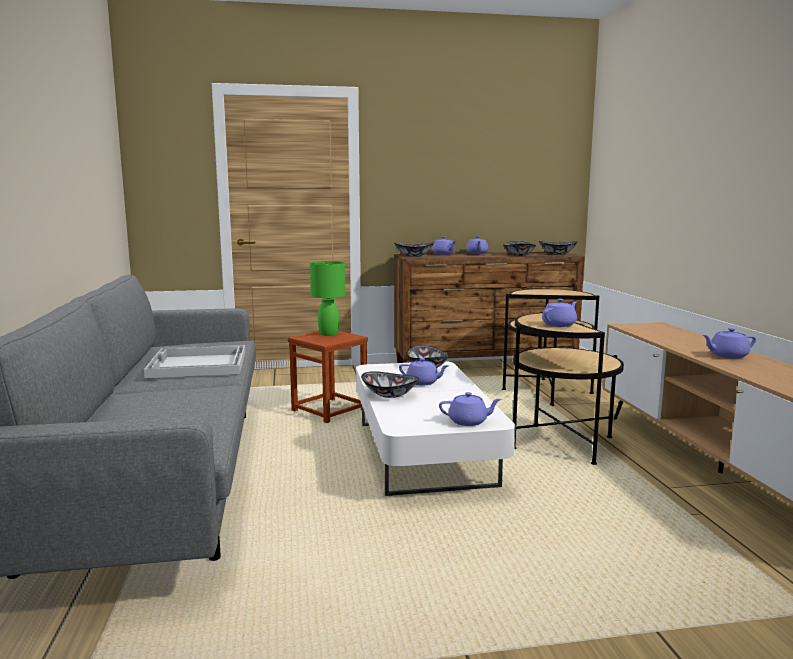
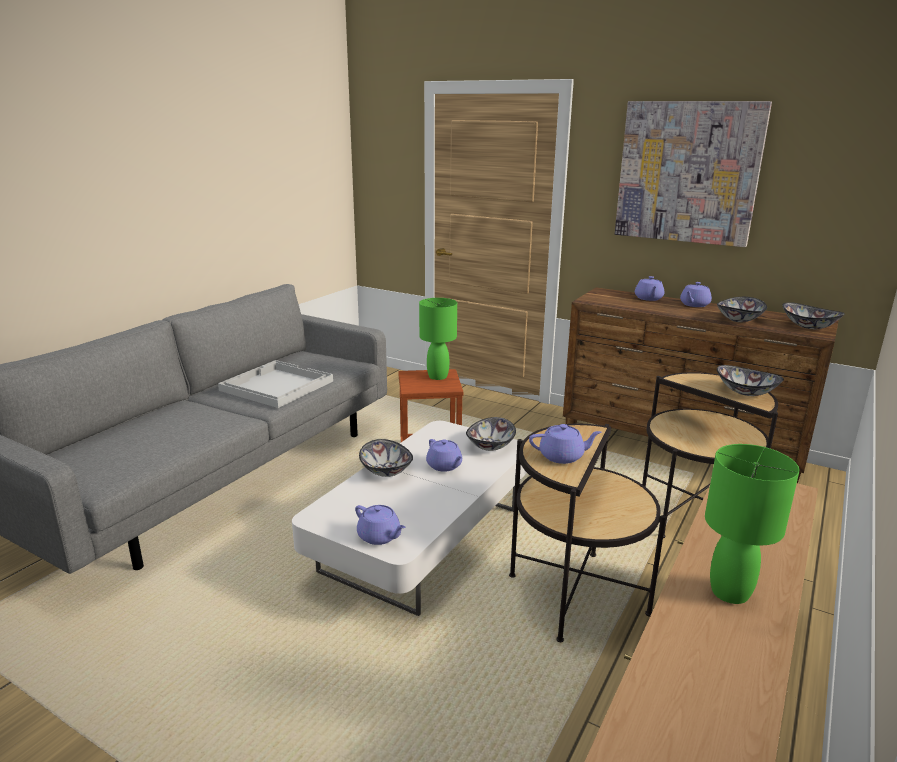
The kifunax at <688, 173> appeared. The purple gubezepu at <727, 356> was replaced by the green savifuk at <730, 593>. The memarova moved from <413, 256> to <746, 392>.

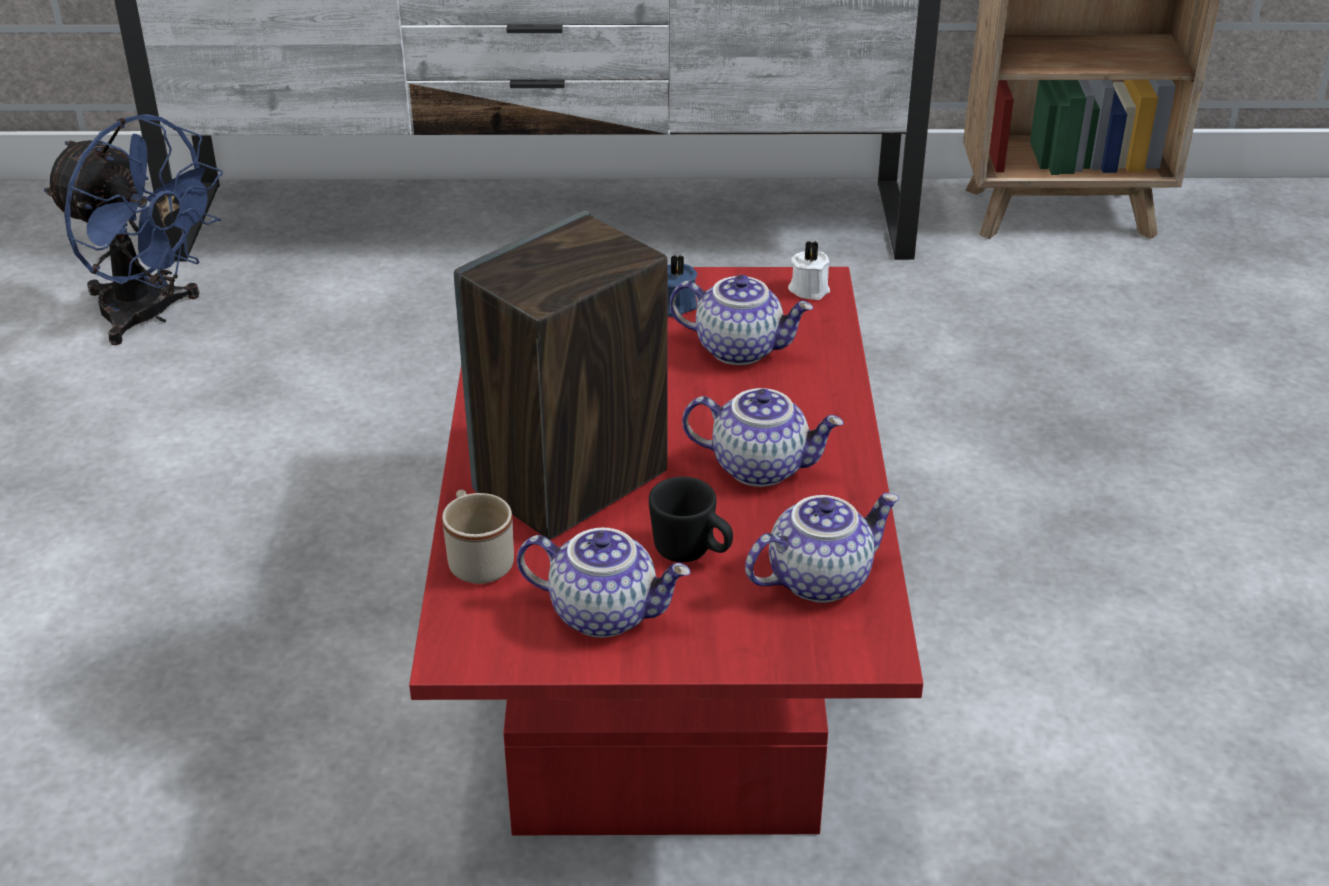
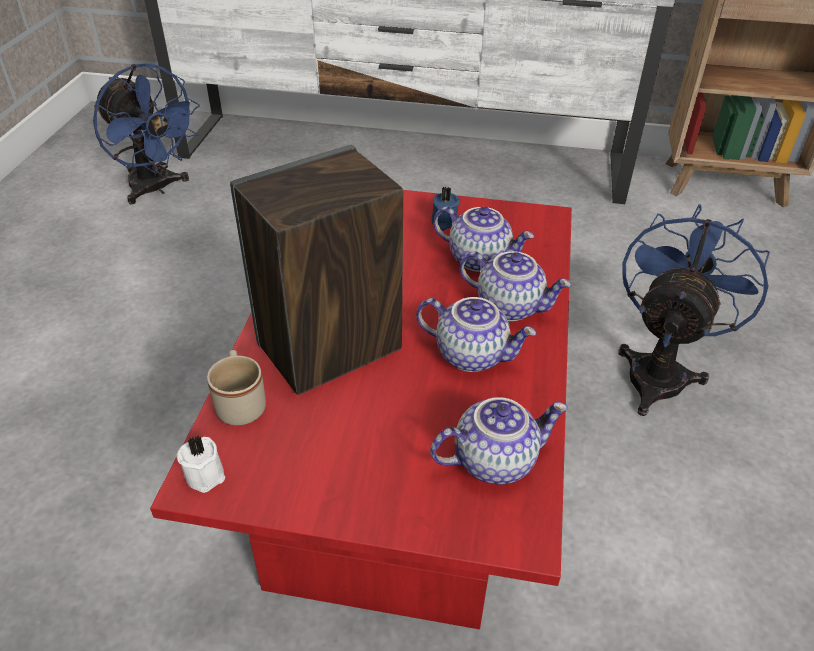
The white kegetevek moved from <809, 289> to <206, 473>. The gubezepu moved from <605, 612> to <510, 306>. The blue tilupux at <660, 371> appeared. The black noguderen at <692, 553> disappeared.

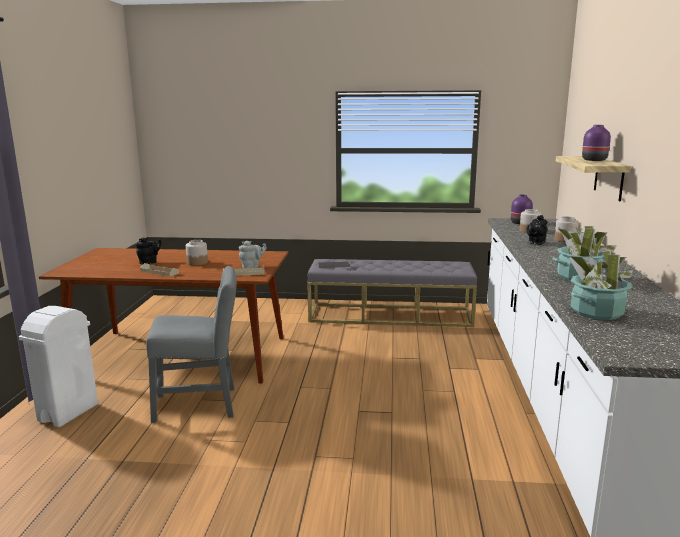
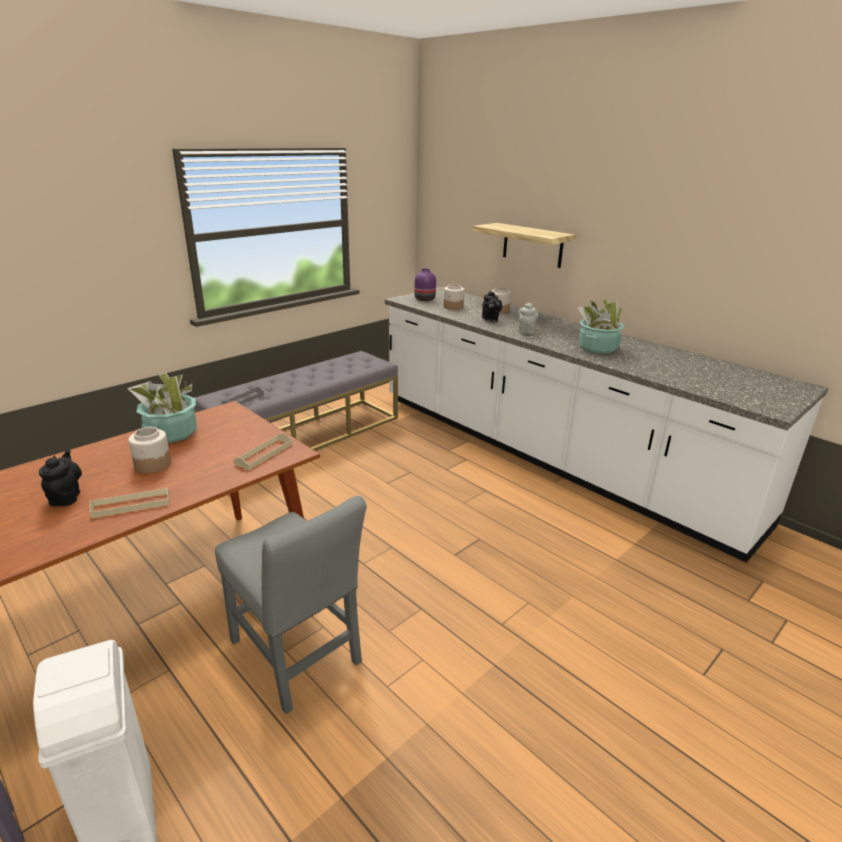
The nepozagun moved from <596, 312> to <171, 433>. The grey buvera at <200, 405> turned 105 degrees clockwise. The grey gubezepu moved from <252, 267> to <526, 331>. The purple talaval at <594, 160> disappeared.

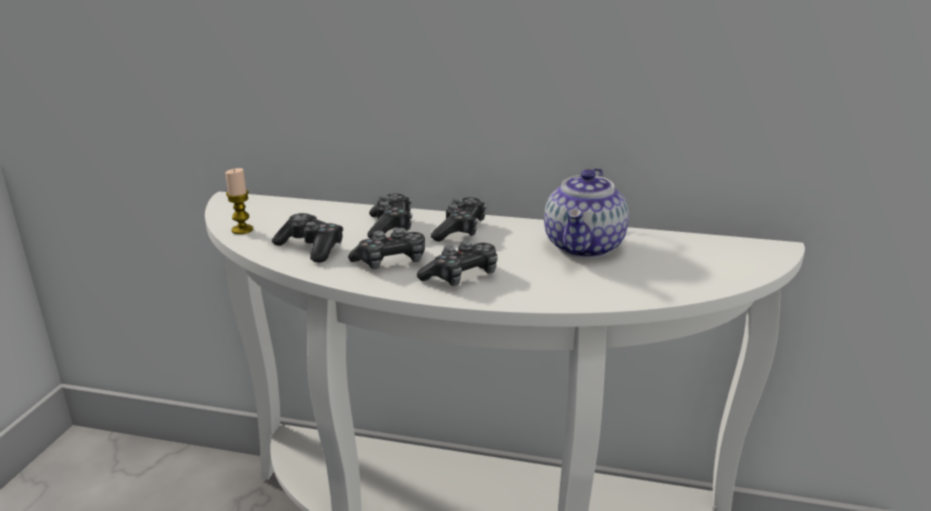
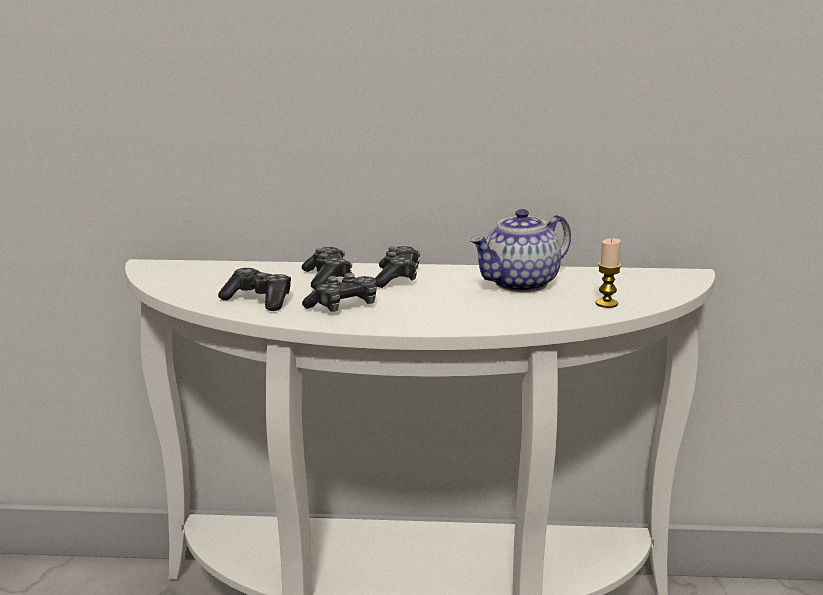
The gubezepu at <585, 247> turned 45 degrees clockwise. The kegetevek moved from <242, 230> to <606, 304>. The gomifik at <461, 276> disappeared.

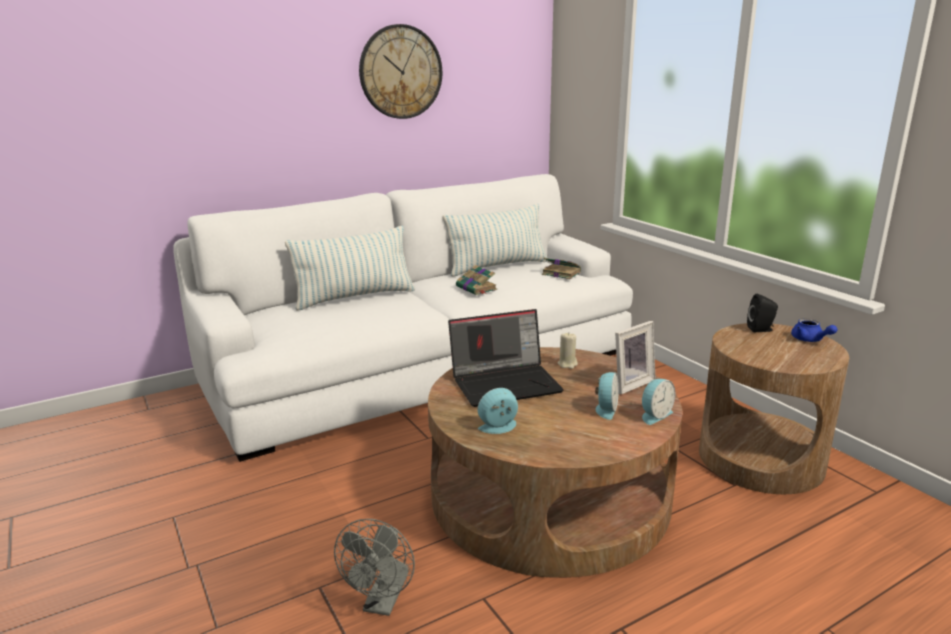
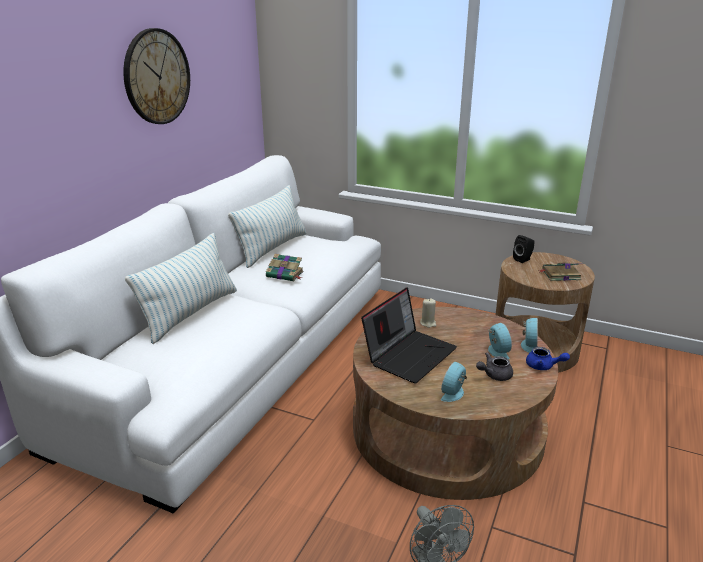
The grey gubezepu at <494, 375> appeared. The blue gubezepu moved from <810, 340> to <543, 366>. The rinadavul moved from <560, 273> to <560, 275>. The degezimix at <629, 383> disappeared.

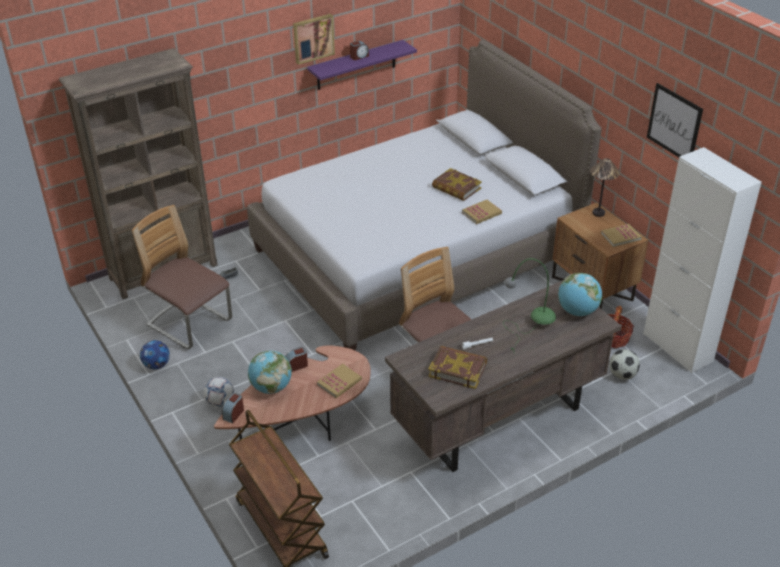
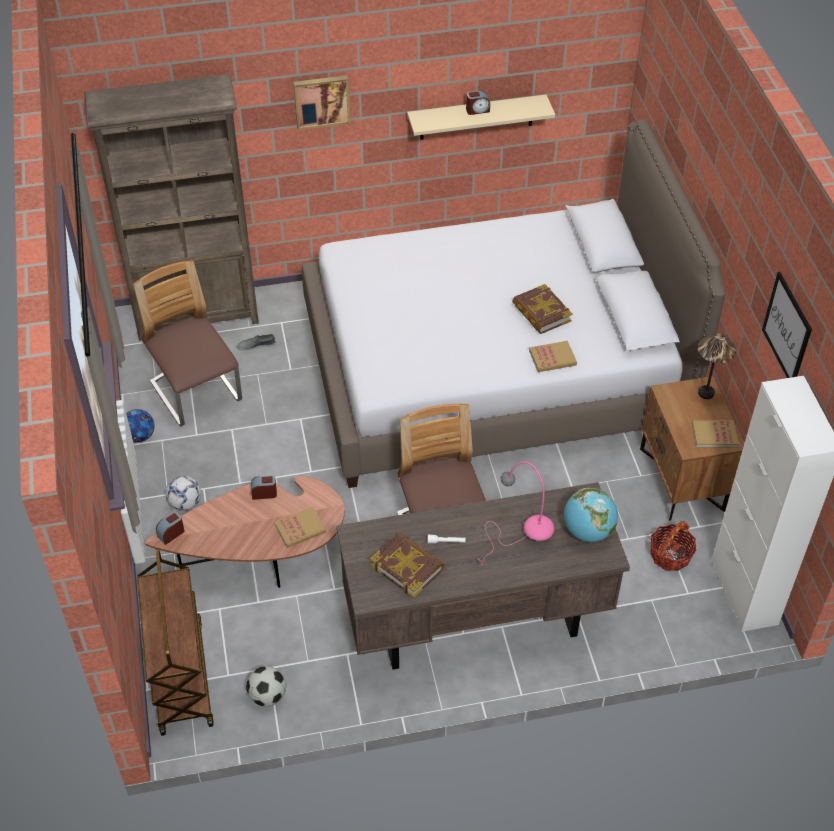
The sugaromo moved from <622, 375> to <267, 696>. The kifunax moved from <313, 38> to <321, 101>. The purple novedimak at <356, 65> became the beige novedimak at <476, 117>. The green savifuk at <528, 325> became the pink savifuk at <519, 533>. The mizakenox at <271, 387> disappeared.

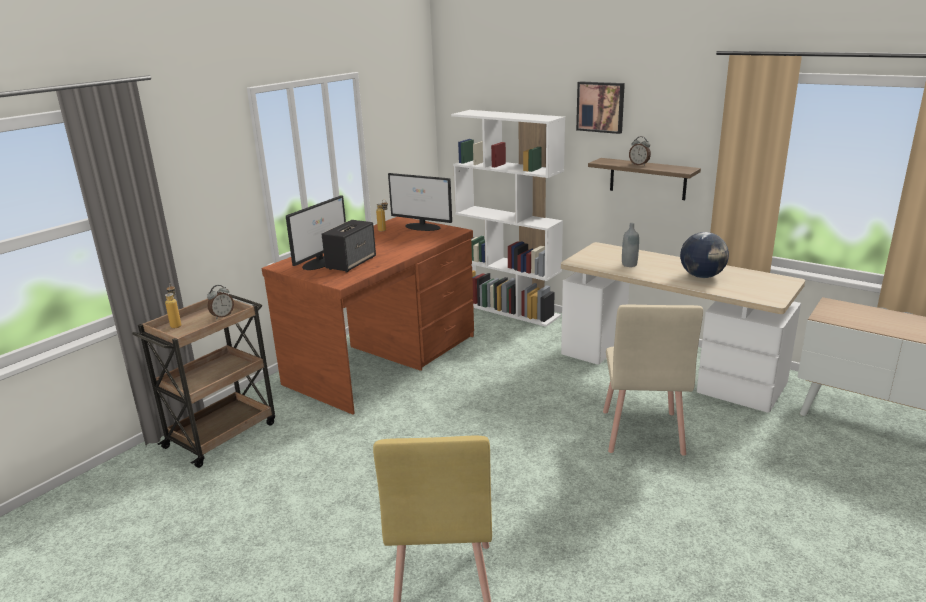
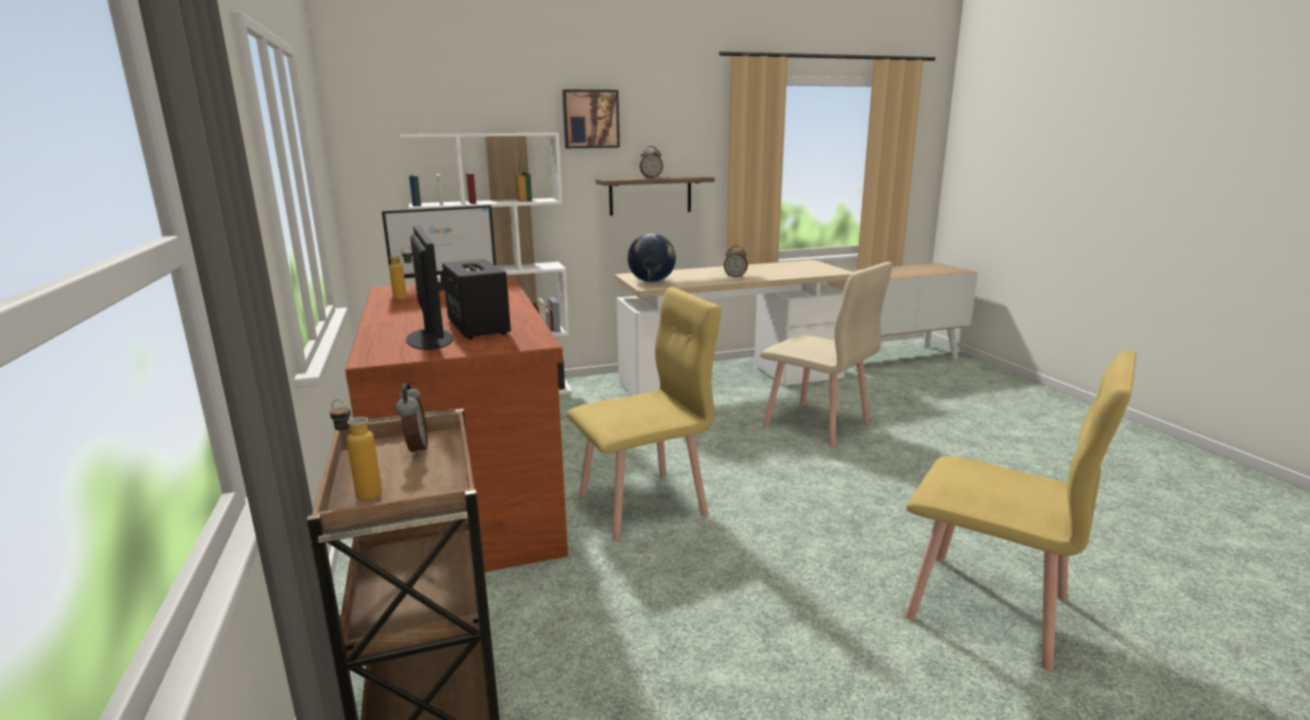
The yellow buvera at <643, 504> appeared. The mizakenox moved from <702, 276> to <651, 281>. The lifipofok at <735, 276> appeared. The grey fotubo at <629, 264> disappeared.

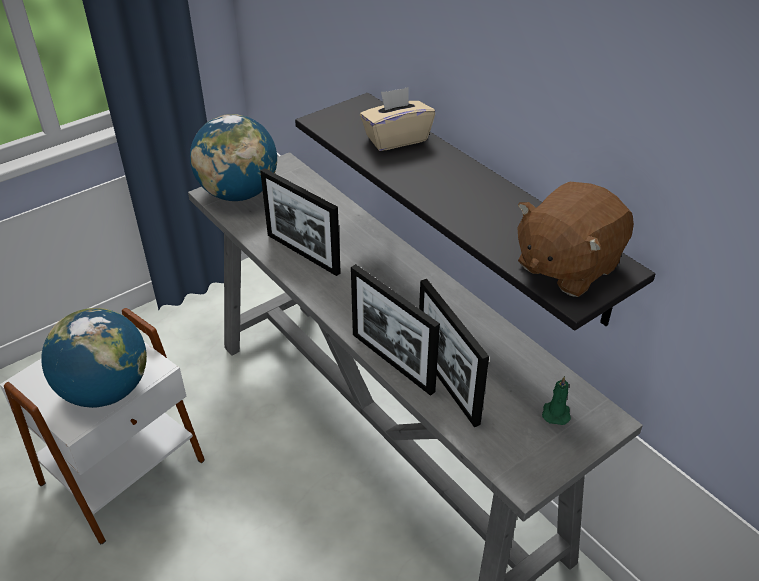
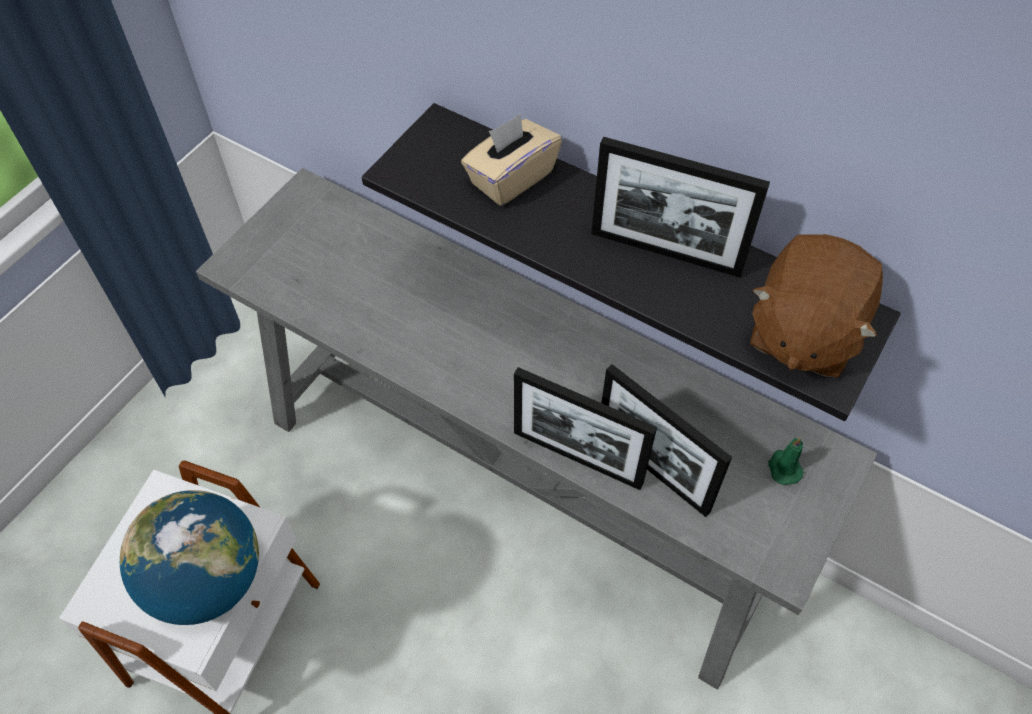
The degezimix moved from <303, 254> to <666, 252>. The mizakenox at <239, 193> disappeared.

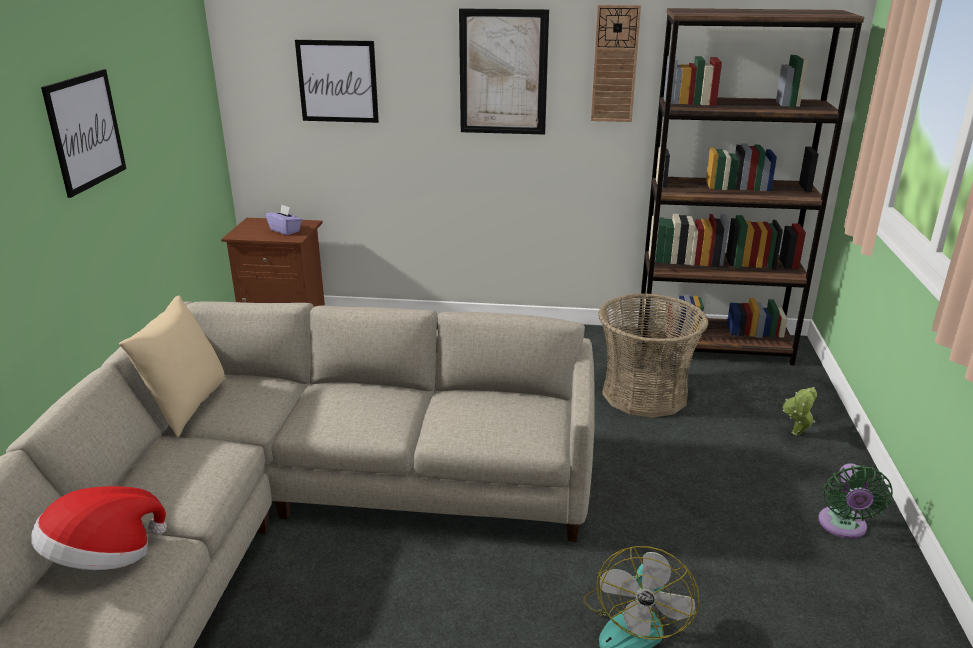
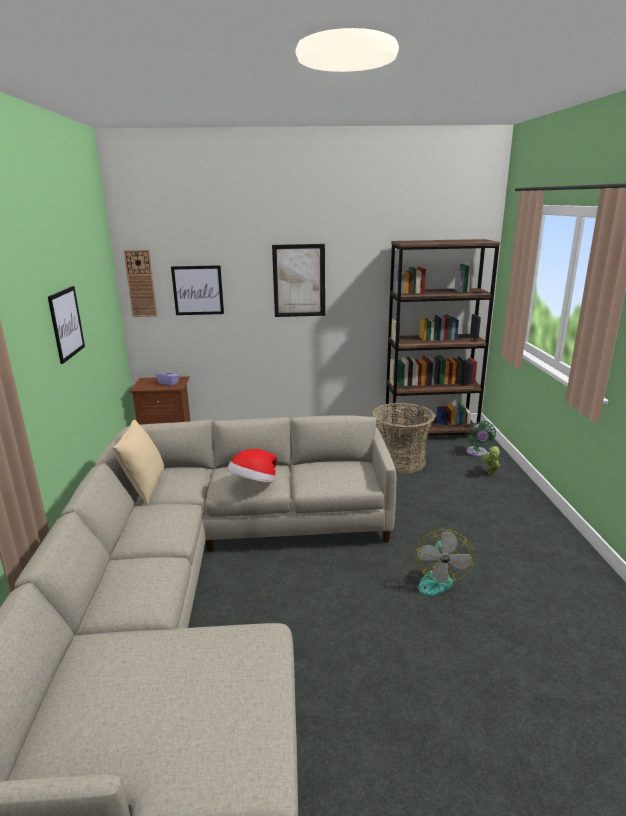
The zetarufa moved from <615, 64> to <141, 283>. The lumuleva moved from <104, 558> to <254, 484>. The green tilupux moved from <843, 527> to <477, 453>.

